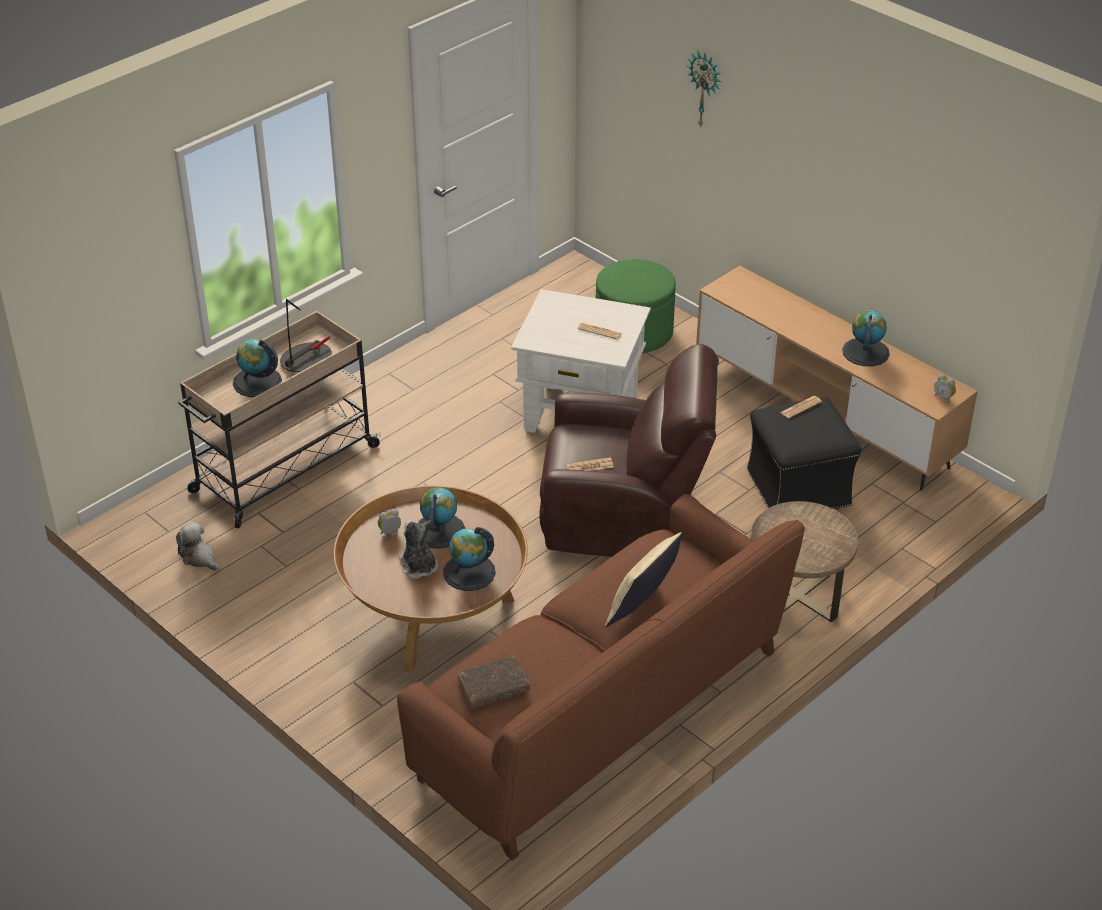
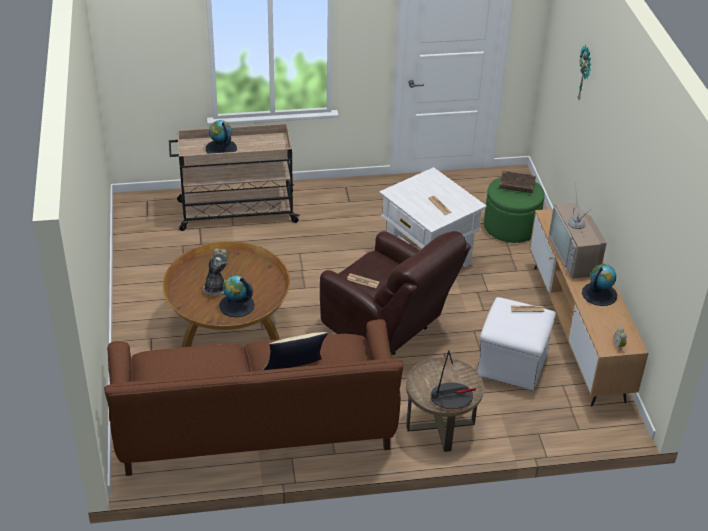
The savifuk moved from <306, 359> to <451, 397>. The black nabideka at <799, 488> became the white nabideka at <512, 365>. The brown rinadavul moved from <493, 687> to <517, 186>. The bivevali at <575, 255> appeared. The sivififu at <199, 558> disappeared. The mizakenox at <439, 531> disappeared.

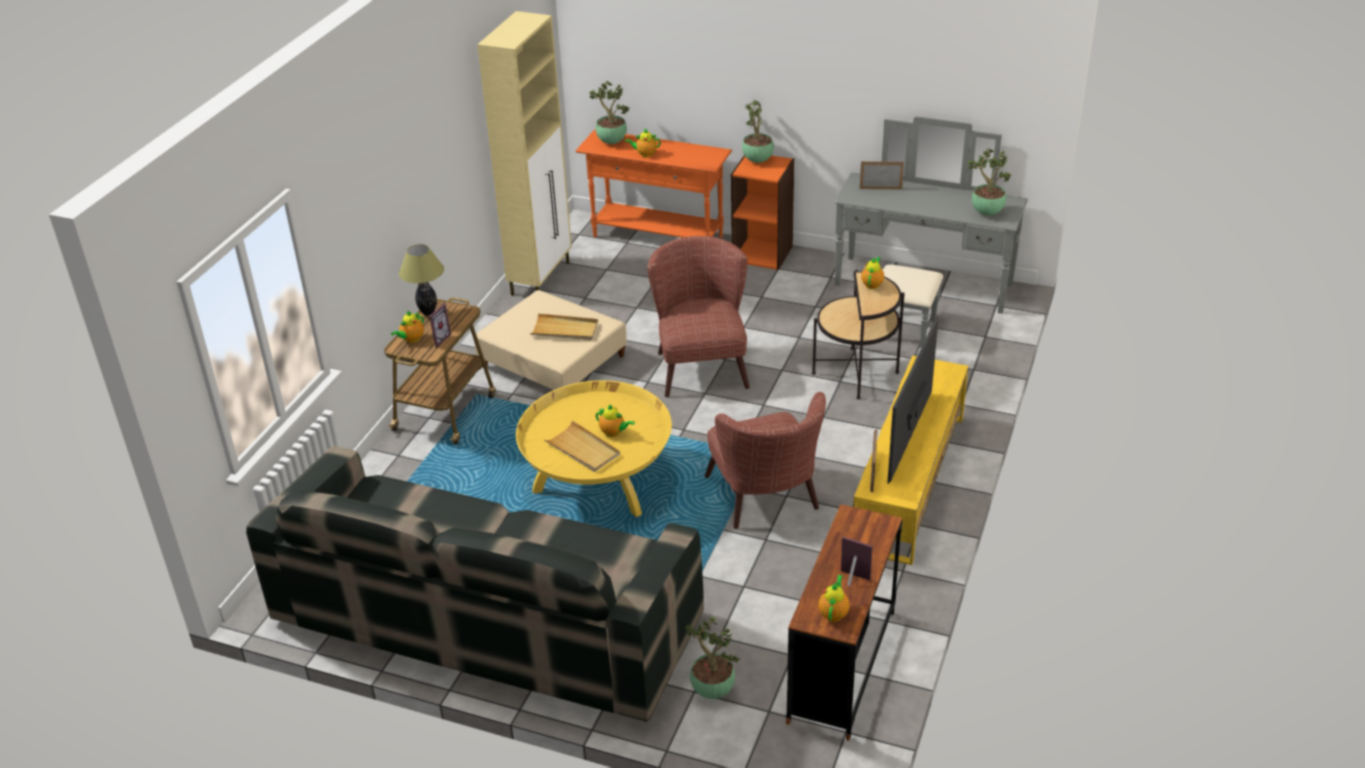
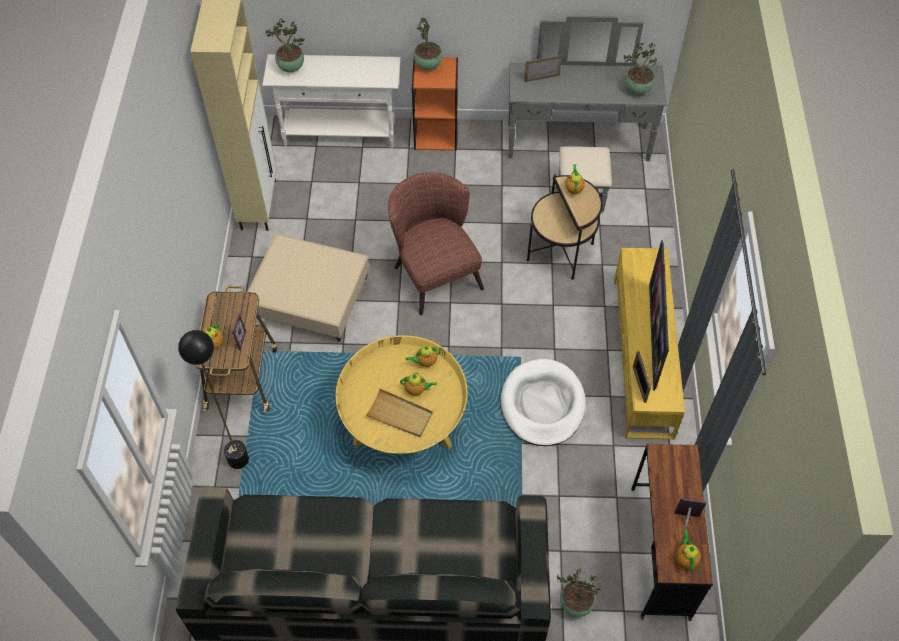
The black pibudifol at <238, 459> appeared. The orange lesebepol at <658, 237> became the white lesebepol at <340, 134>. The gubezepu moved from <645, 154> to <425, 362>. The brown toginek at <766, 501> was replaced by the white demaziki at <542, 405>. The savifuk at <428, 312> disappeared. The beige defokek at <565, 330> disappeared.

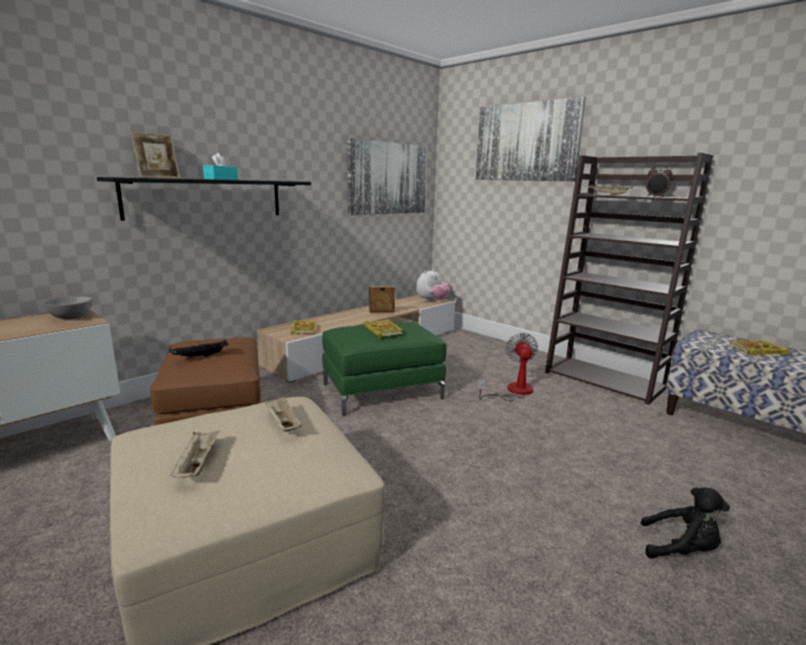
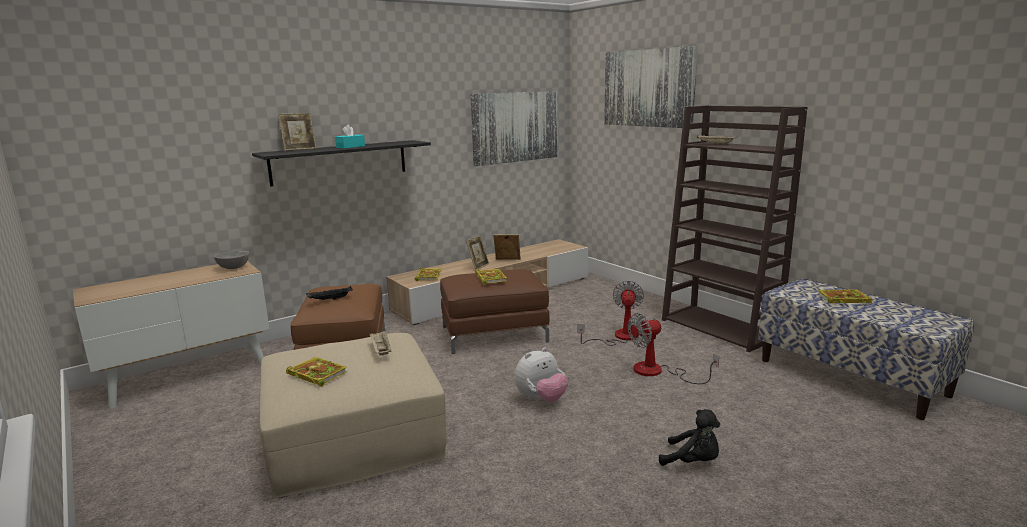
The beige defokek at <197, 464> was replaced by the rinadavul at <316, 374>. The green nabideka at <382, 391> became the brown nabideka at <494, 334>. The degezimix at <478, 266> appeared. The sivififu moved from <431, 301> to <541, 399>. The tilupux at <658, 372> appeared. The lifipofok at <655, 196> disappeared.

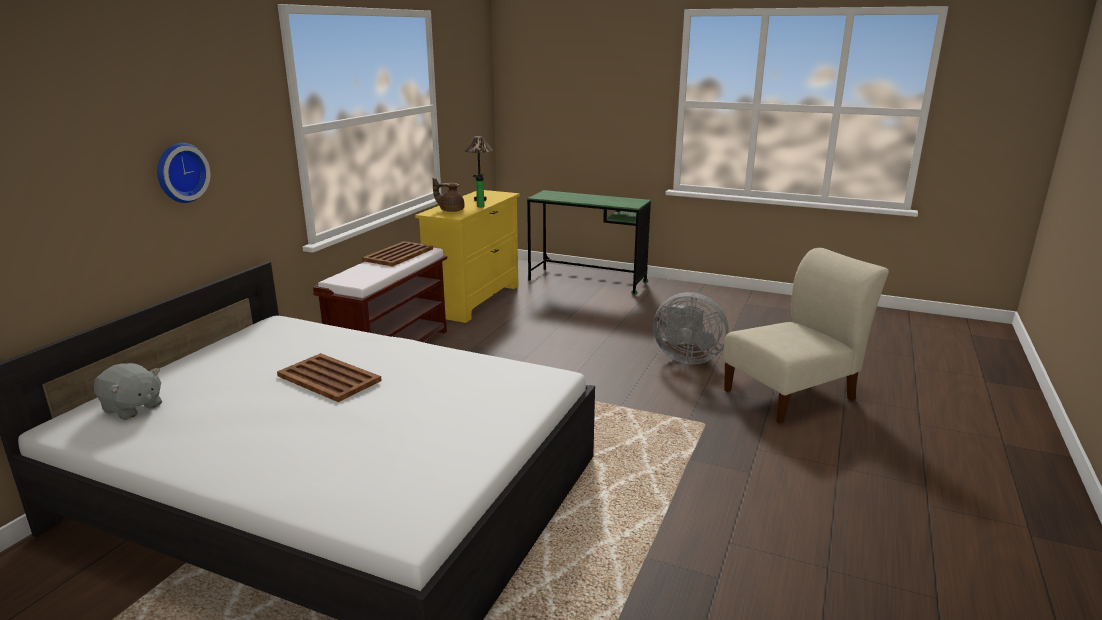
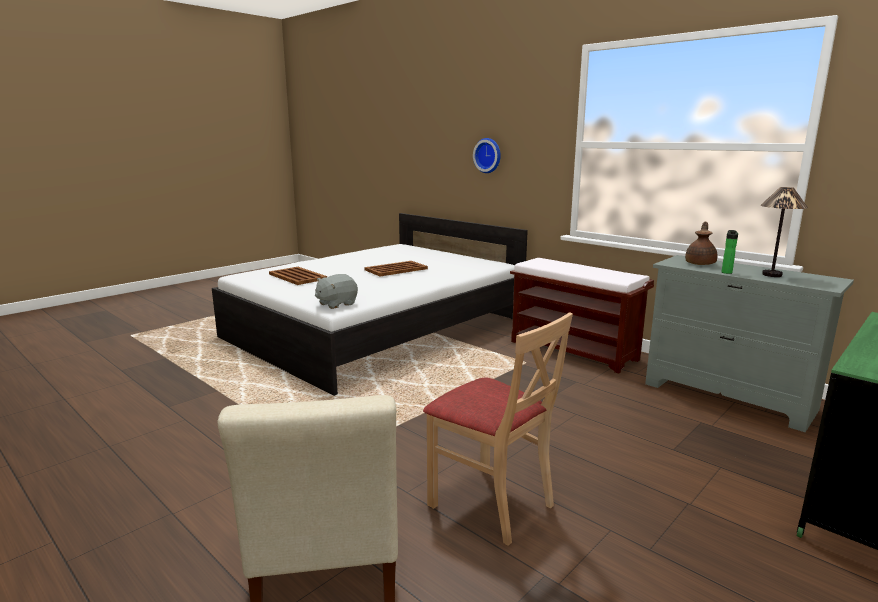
The brown defokek moved from <399, 254> to <297, 277>. The grey sivififu moved from <132, 408> to <336, 304>. The grey tilupux at <686, 358> was replaced by the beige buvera at <491, 503>. The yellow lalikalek at <475, 300> became the grey lalikalek at <728, 397>.

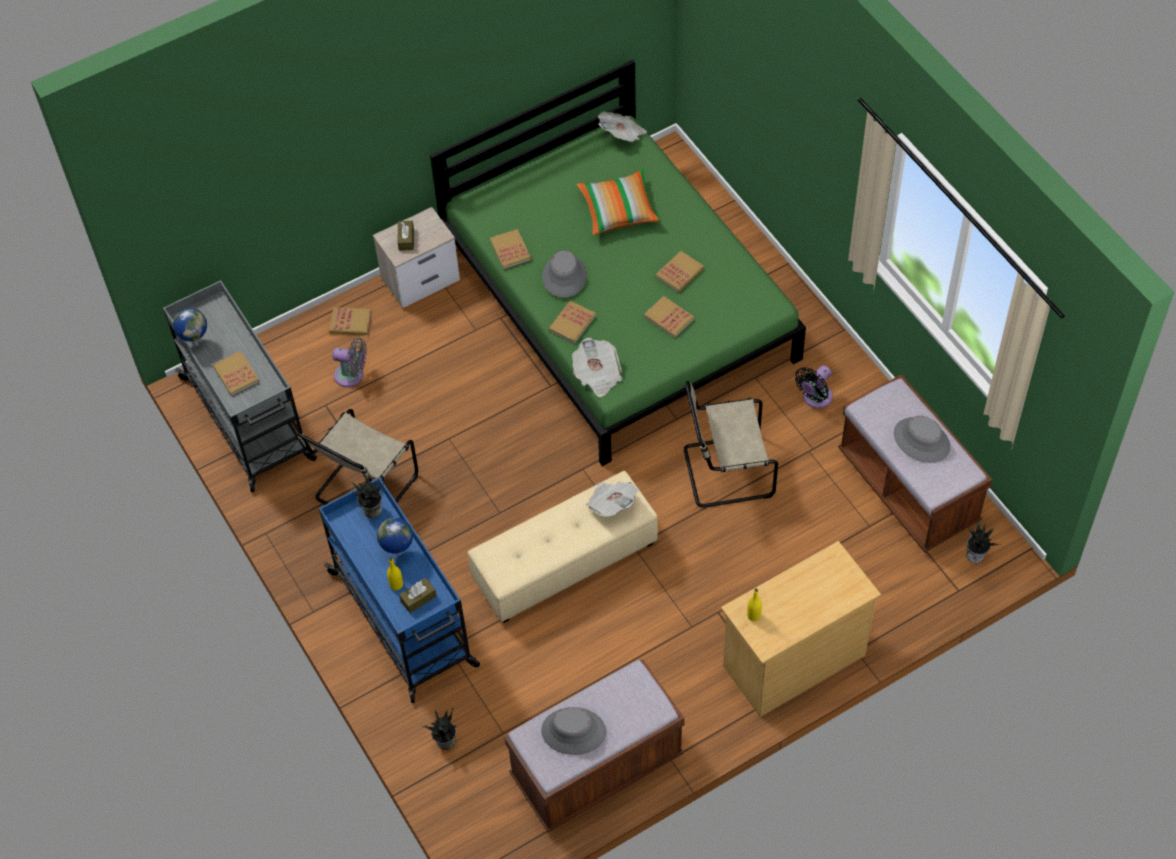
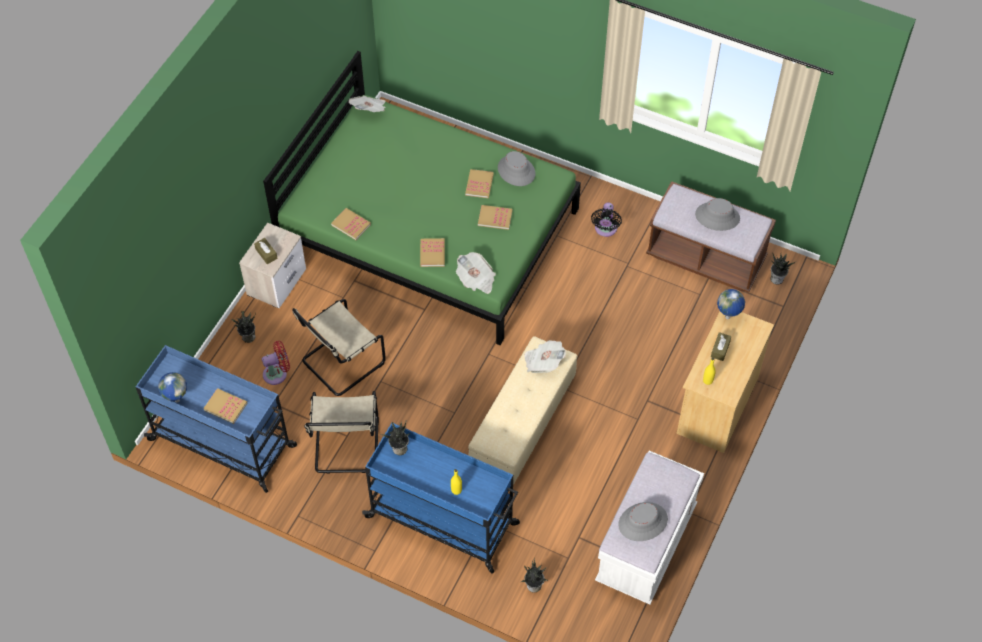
The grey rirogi at <248, 420> became the blue rirogi at <224, 443>. The rinadavul at <350, 322> was replaced by the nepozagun at <248, 337>. The grey tilupux at <352, 376> became the red tilupux at <277, 373>. The beige buvera moved from <724, 472> to <340, 363>. The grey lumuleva moved from <564, 276> to <516, 171>. The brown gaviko at <597, 767> became the white gaviko at <646, 544>. The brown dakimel moved from <418, 598> to <720, 349>. The mizakenox moved from <398, 553> to <728, 317>. The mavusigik at <618, 210> disappeared.

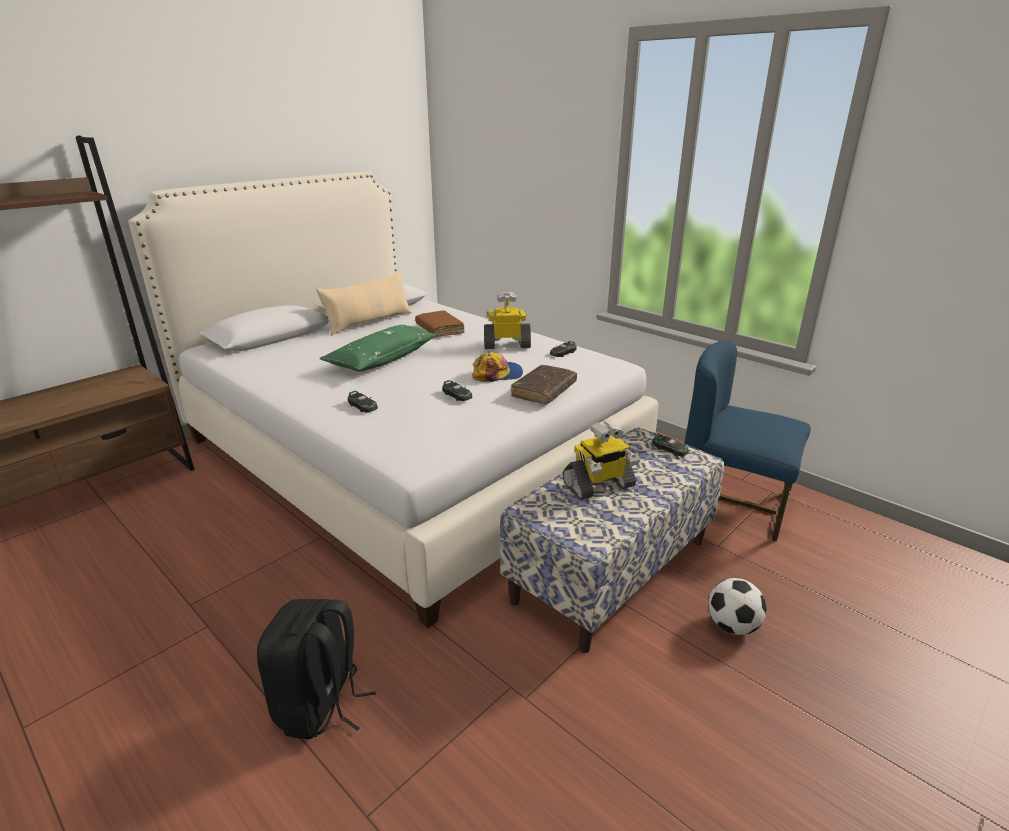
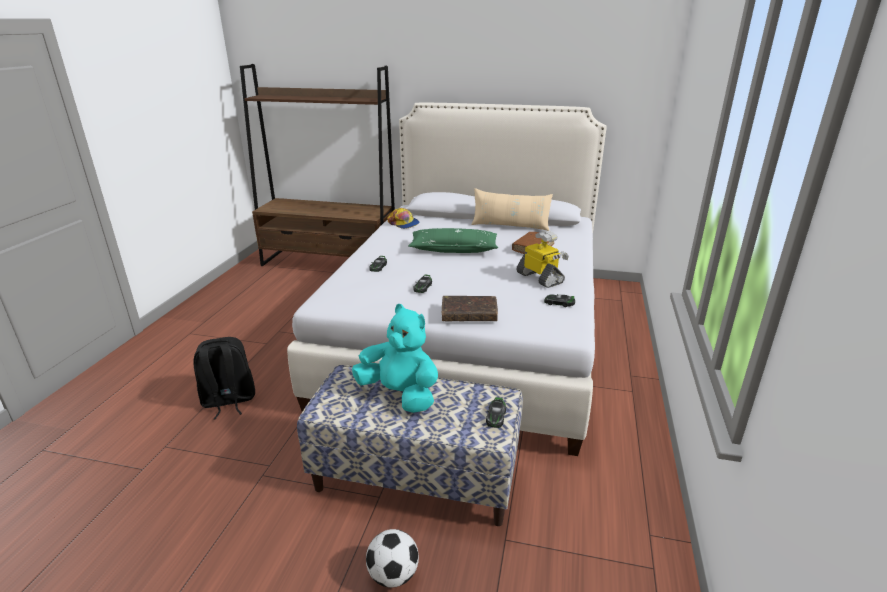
The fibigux at <599, 486> was replaced by the turquoise sivififu at <400, 394>. The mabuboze moved from <497, 374> to <403, 223>. The blue buvera at <734, 501> disappeared.

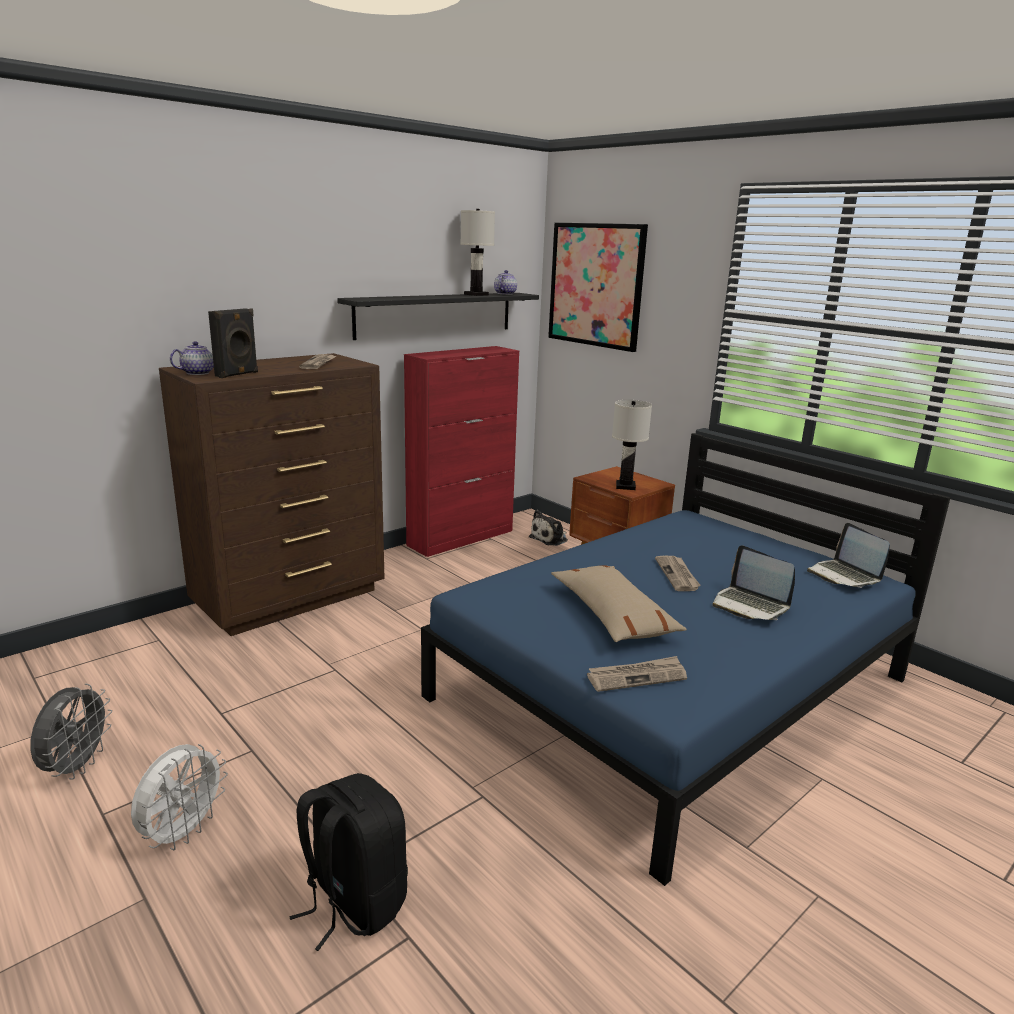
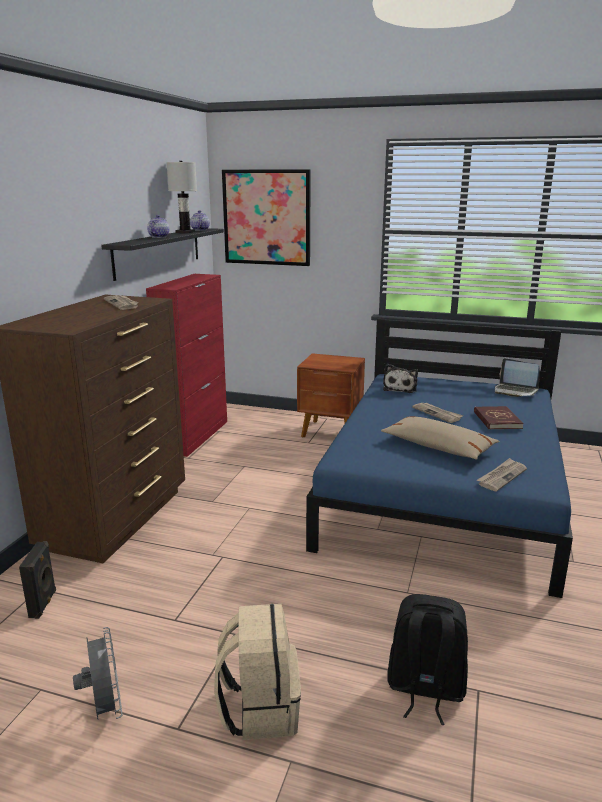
The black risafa moved from <238, 374> to <44, 604>. The gubezepu moved from <198, 373> to <159, 237>. The white tilupux at <183, 832> was replaced by the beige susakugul at <259, 708>. The sivififu moved from <550, 539> to <400, 388>. The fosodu at <750, 605> was replaced by the red rinadavul at <497, 420>. The white savifuk at <626, 486> disappeared.

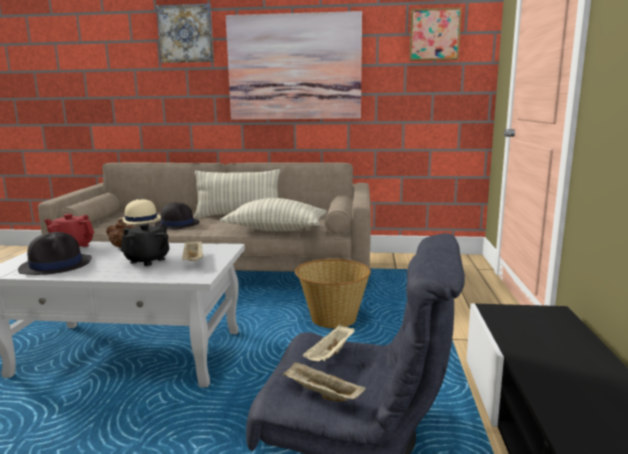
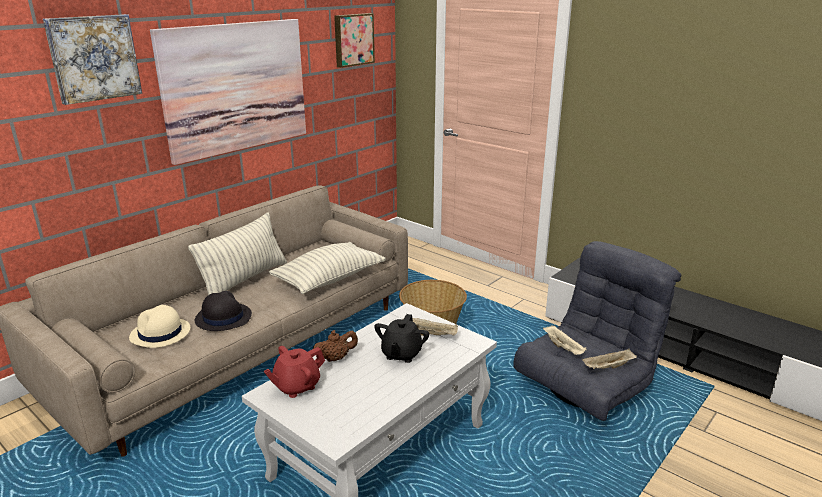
The black gubezepu at <148, 260> turned 135 degrees counterclockwise. The black lumuleva at <57, 265> disappeared.

